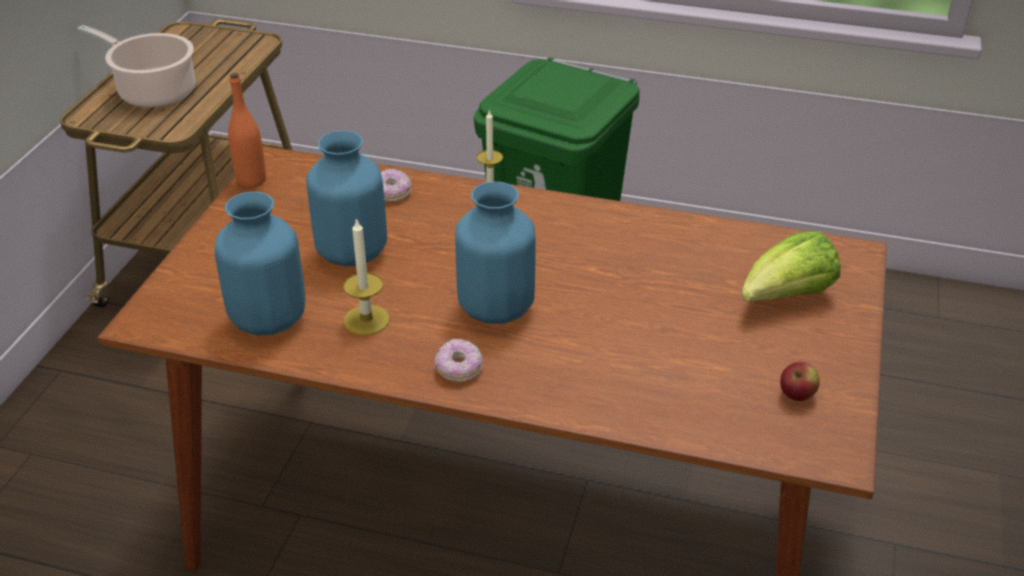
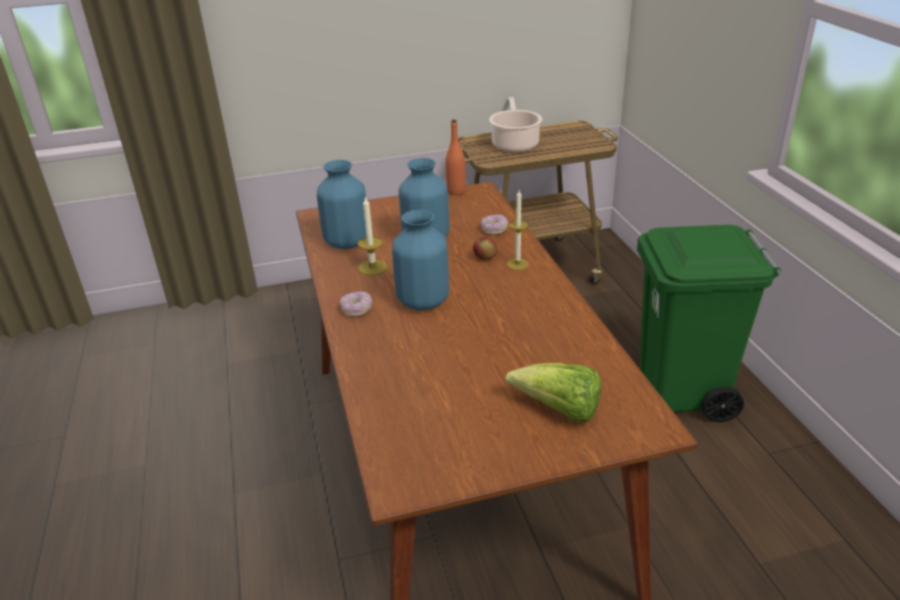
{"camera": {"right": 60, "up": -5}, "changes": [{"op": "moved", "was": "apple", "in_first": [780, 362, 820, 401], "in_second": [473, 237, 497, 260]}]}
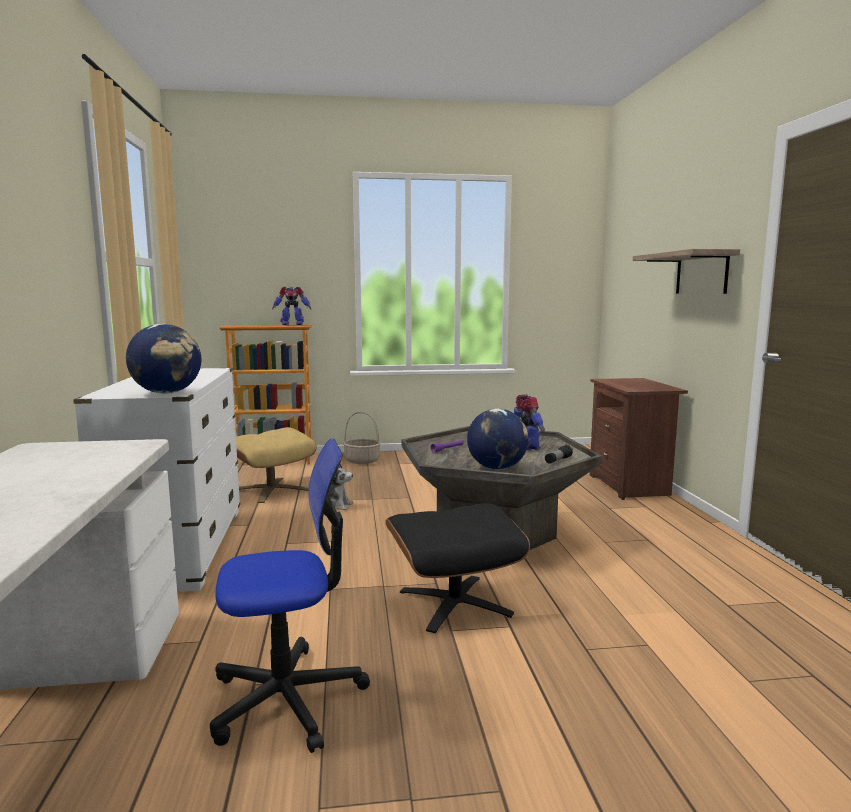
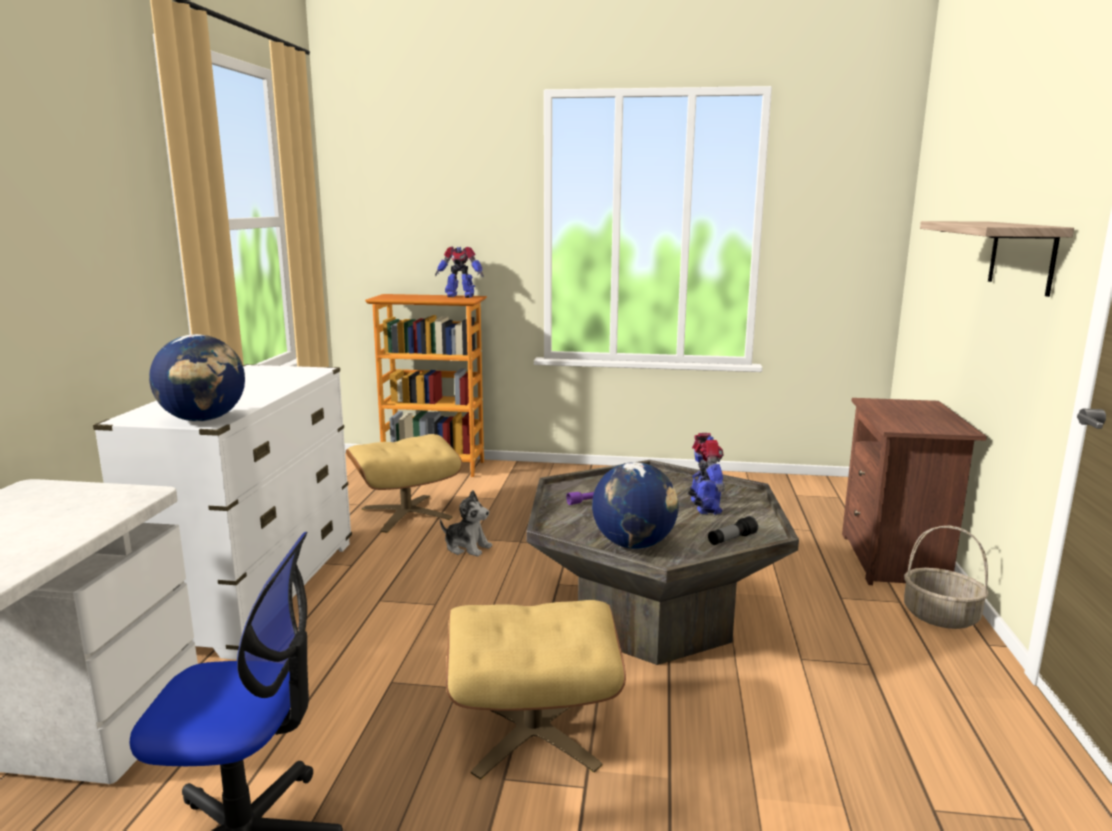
{"camera": {"right": 15, "up": 5}, "changes": [{"op": "moved", "was": "basket", "in_first": [343, 412, 381, 464], "in_second": [904, 526, 989, 629]}, {"op": "recoloured", "was": "black ottoman", "now": "beige ottoman", "in_first": [385, 503, 530, 633], "in_second": [446, 600, 626, 780]}]}
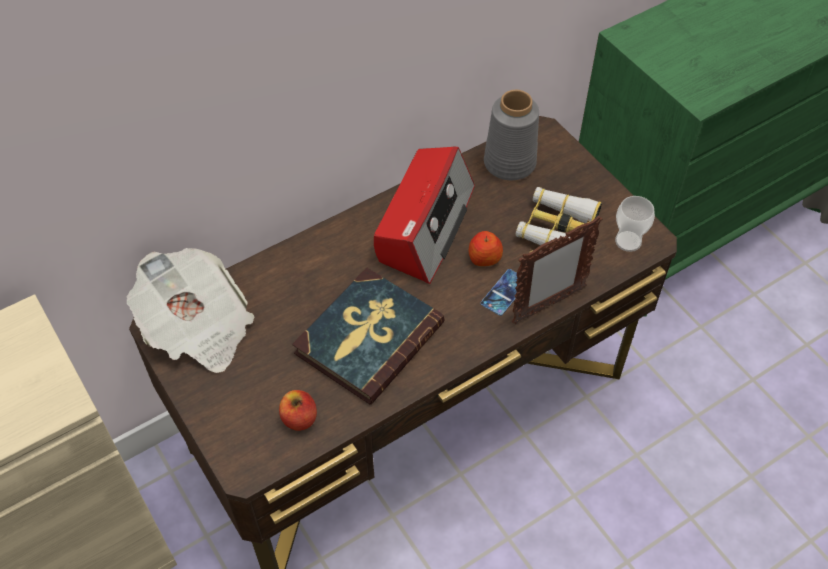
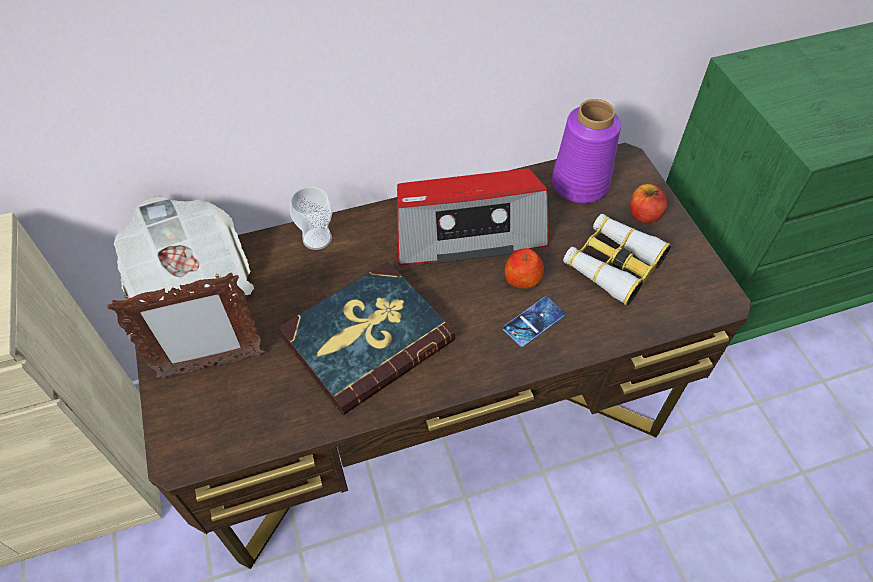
{"camera": {"right": 15, "up": 0}, "changes": [{"op": "moved", "was": "apple", "in_first": [279, 390, 317, 431], "in_second": [630, 184, 667, 223]}, {"op": "turned", "was": "radio", "in_first": [374, 146, 475, 284], "in_second": [397, 169, 549, 265], "clockwise": 45}, {"op": "recoloured", "was": "grey vase", "now": "purple vase", "in_first": [484, 90, 539, 180], "in_second": [552, 99, 621, 203]}, {"op": "moved", "was": "picture frame", "in_first": [512, 216, 602, 324], "in_second": [108, 273, 265, 379]}, {"op": "moved", "was": "cup", "in_first": [615, 196, 655, 252], "in_second": [290, 187, 333, 250]}]}
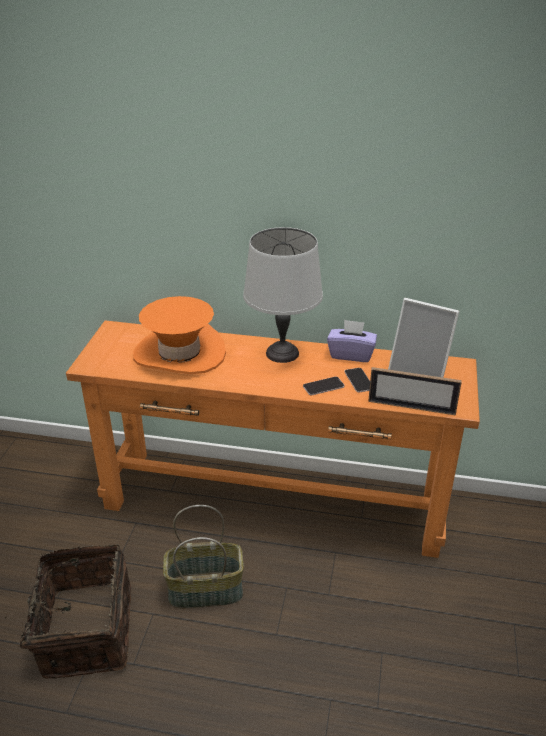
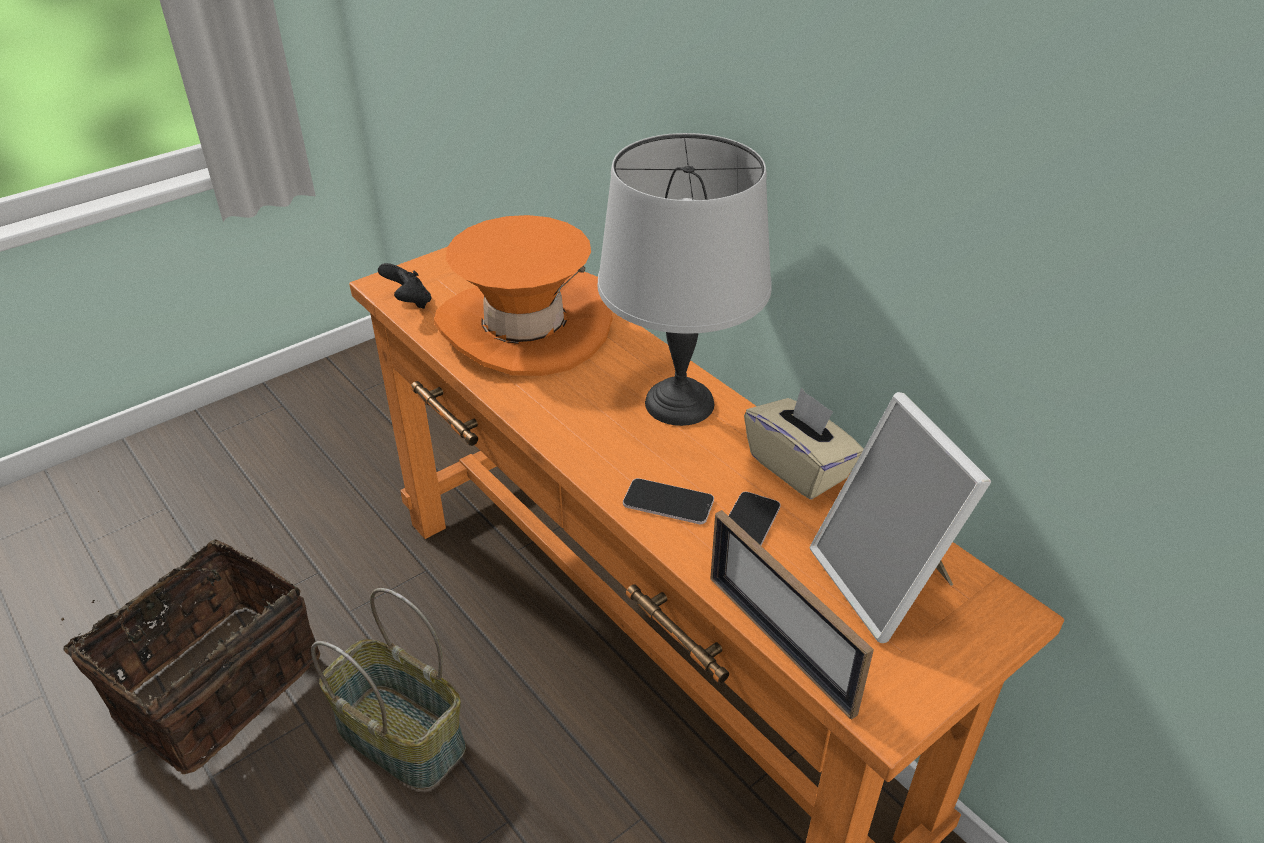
{"camera": {"right": 40, "up": 5}, "changes": [{"op": "recoloured", "was": "purple tissue box", "now": "beige tissue box", "in_first": [327, 319, 377, 362], "in_second": [744, 388, 864, 500]}, {"op": "added", "now": "black game controller", "in_second": [378, 263, 431, 309]}]}
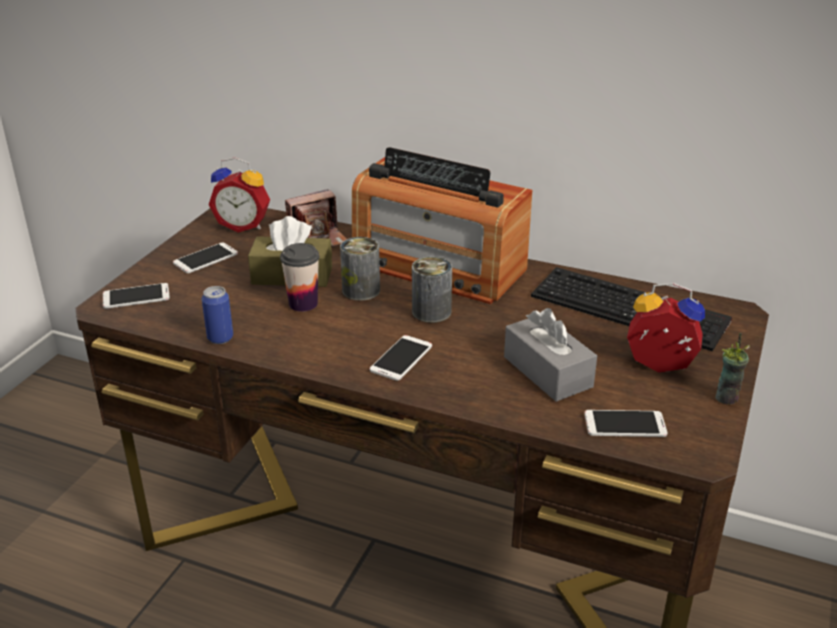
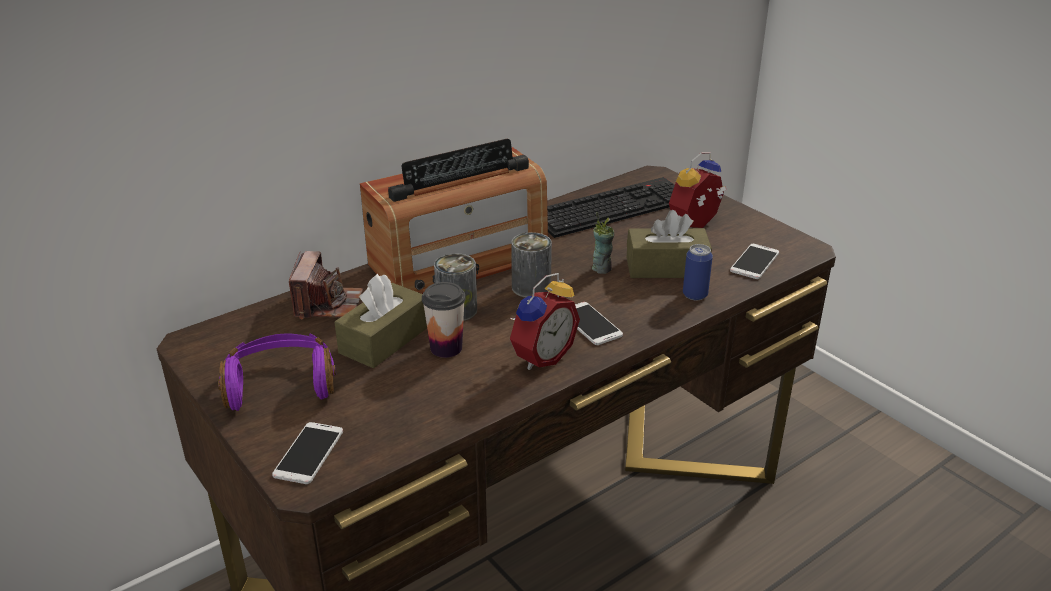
{"camera": {"right": -60, "up": 0}, "changes": [{"op": "replaced", "was": "phone", "now": "purple headphones", "in_first": [173, 243, 238, 273], "in_second": [218, 333, 336, 411]}, {"op": "moved", "was": "can", "in_first": [202, 286, 233, 344], "in_second": [683, 244, 713, 300]}, {"op": "moved", "was": "alarm clock", "in_first": [209, 157, 270, 233], "in_second": [510, 273, 580, 370]}, {"op": "recoloured", "was": "grey tissue box", "now": "brown tissue box", "in_first": [504, 308, 597, 402], "in_second": [627, 210, 712, 278]}, {"op": "moved", "was": "cup", "in_first": [715, 333, 750, 405], "in_second": [592, 212, 615, 274]}]}
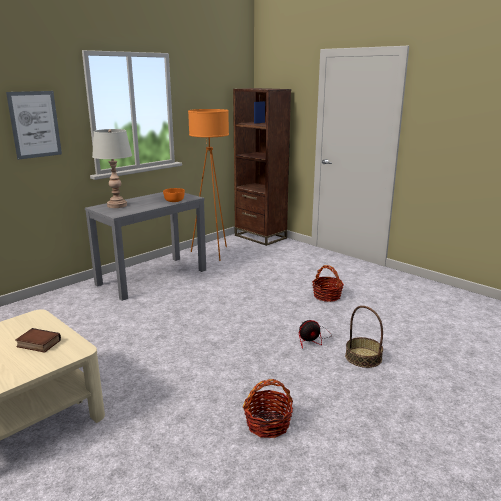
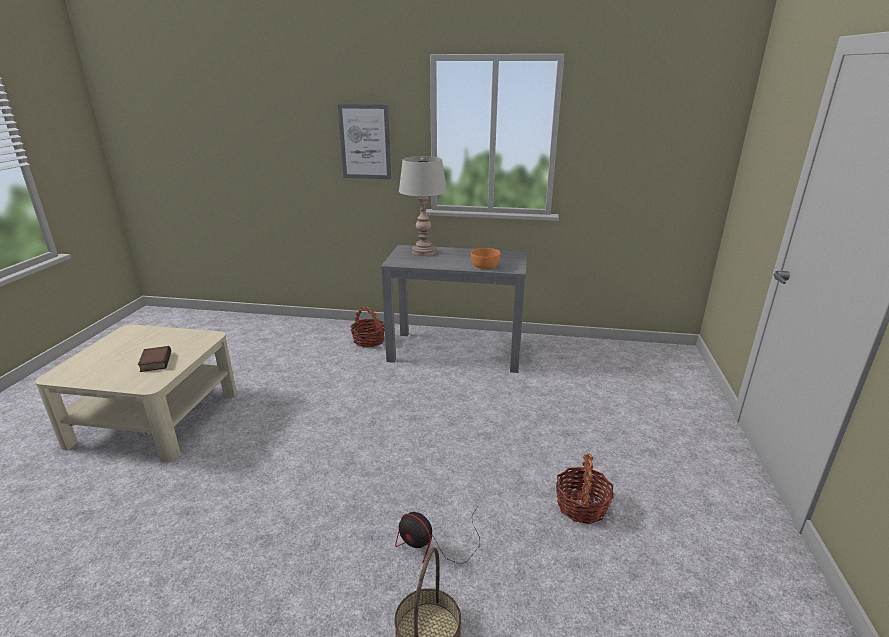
{"camera": {"right": 55, "up": 5}, "changes": [{"op": "removed", "was": "orange floor lamp", "in_first": [188, 109, 229, 261]}, {"op": "removed", "was": "brown bookcase", "in_first": [233, 88, 291, 246]}, {"op": "moved", "was": "basket", "in_first": [243, 379, 293, 438], "in_second": [351, 307, 385, 348]}]}
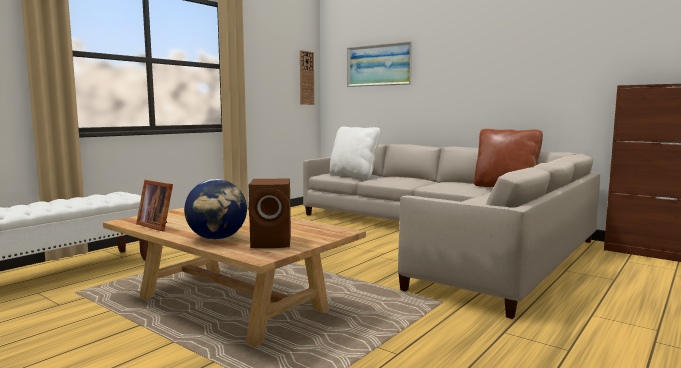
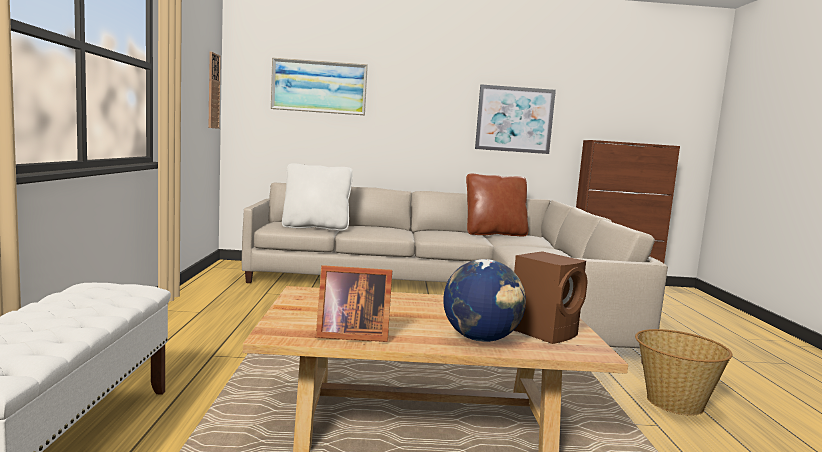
{"camera": {"right": -40, "up": 0}, "changes": [{"op": "added", "now": "picture", "in_second": [475, 85, 556, 154]}, {"op": "added", "now": "basket", "in_second": [635, 329, 732, 416]}]}
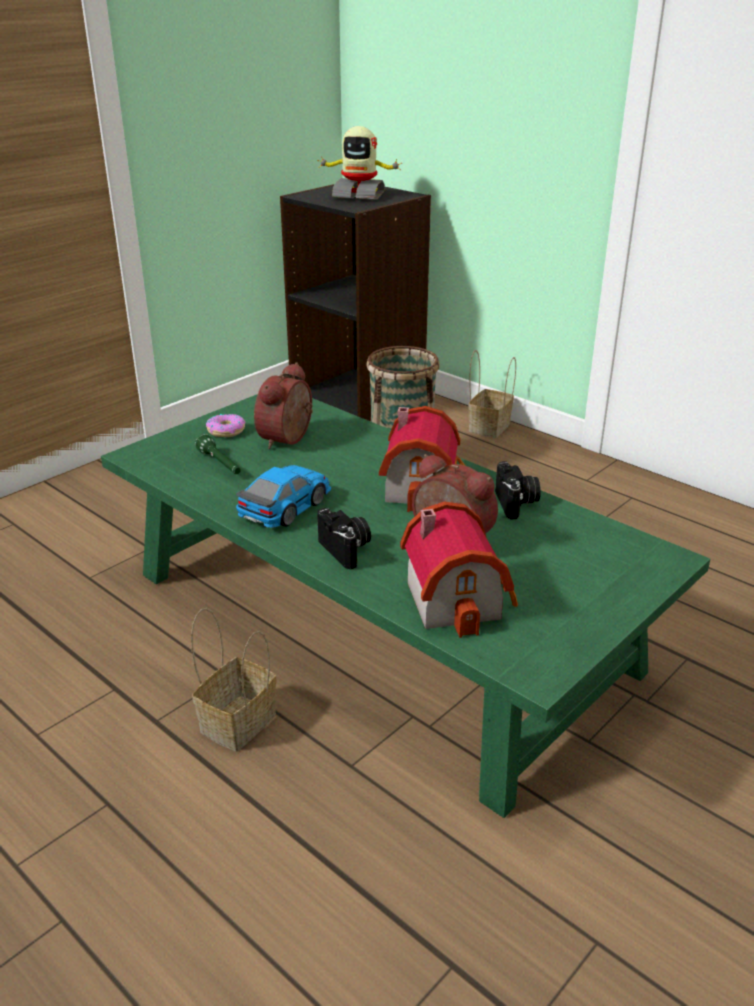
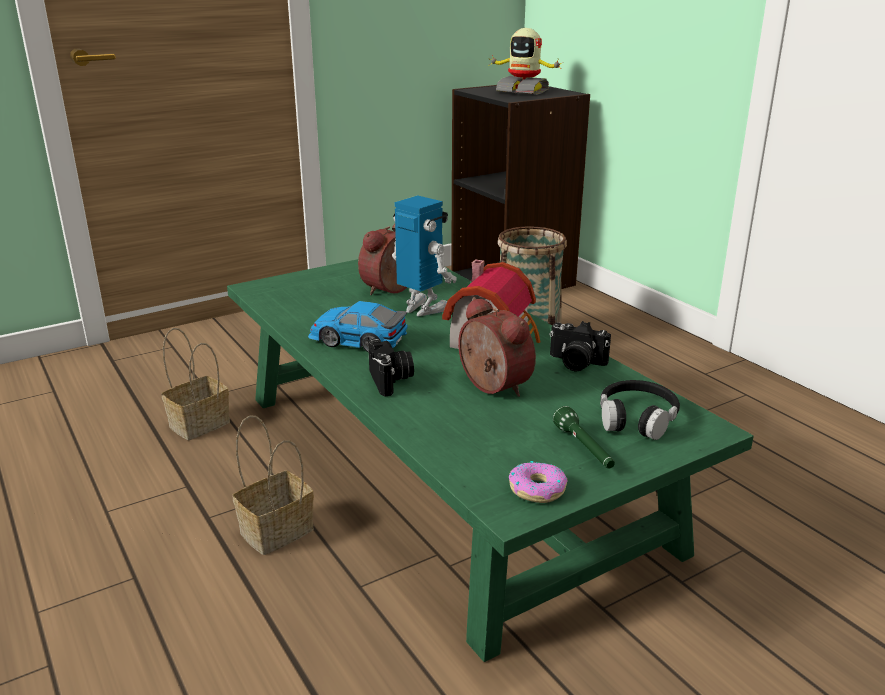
{"camera": {"right": 15, "up": -5}, "changes": [{"op": "moved", "was": "green flashlight", "in_first": [195, 434, 241, 474], "in_second": [553, 406, 615, 468]}, {"op": "moved", "was": "donut", "in_first": [206, 414, 245, 437], "in_second": [509, 461, 567, 503]}, {"op": "turned", "was": "toy car", "in_first": [236, 465, 331, 528], "in_second": [308, 301, 408, 352], "clockwise": -120}, {"op": "removed", "was": "toy house", "in_first": [400, 501, 518, 638]}, {"op": "moved", "was": "basket", "in_first": [468, 350, 516, 438], "in_second": [161, 328, 230, 440]}, {"op": "turned", "was": "photo camera", "in_first": [495, 461, 541, 519], "in_second": [549, 321, 611, 371], "clockwise": 105}, {"op": "added", "now": "toy robot", "in_second": [392, 195, 457, 316]}, {"op": "added", "now": "black headphones", "in_second": [600, 380, 680, 440]}]}
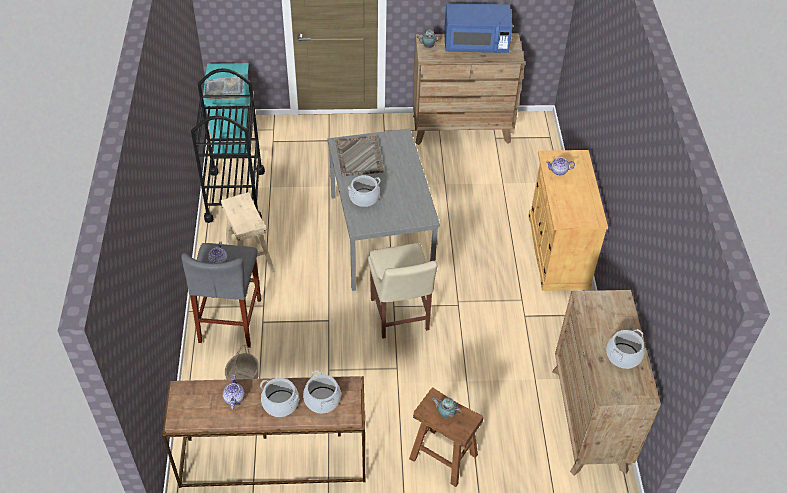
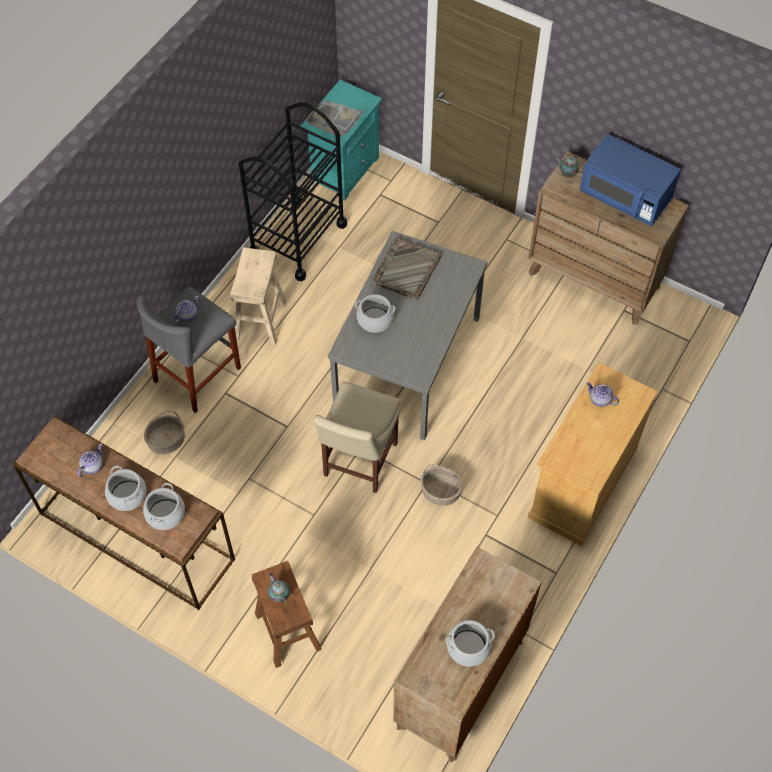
{"camera": {"right": 35, "up": 10}, "changes": [{"op": "added", "now": "basket", "in_second": [420, 464, 463, 506]}]}
